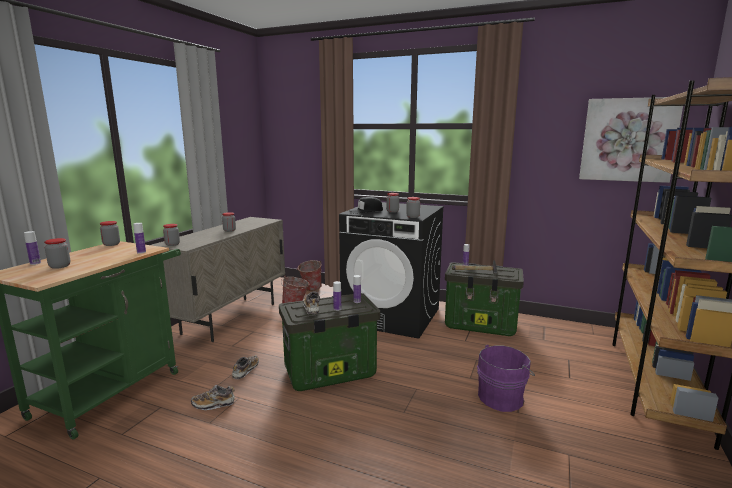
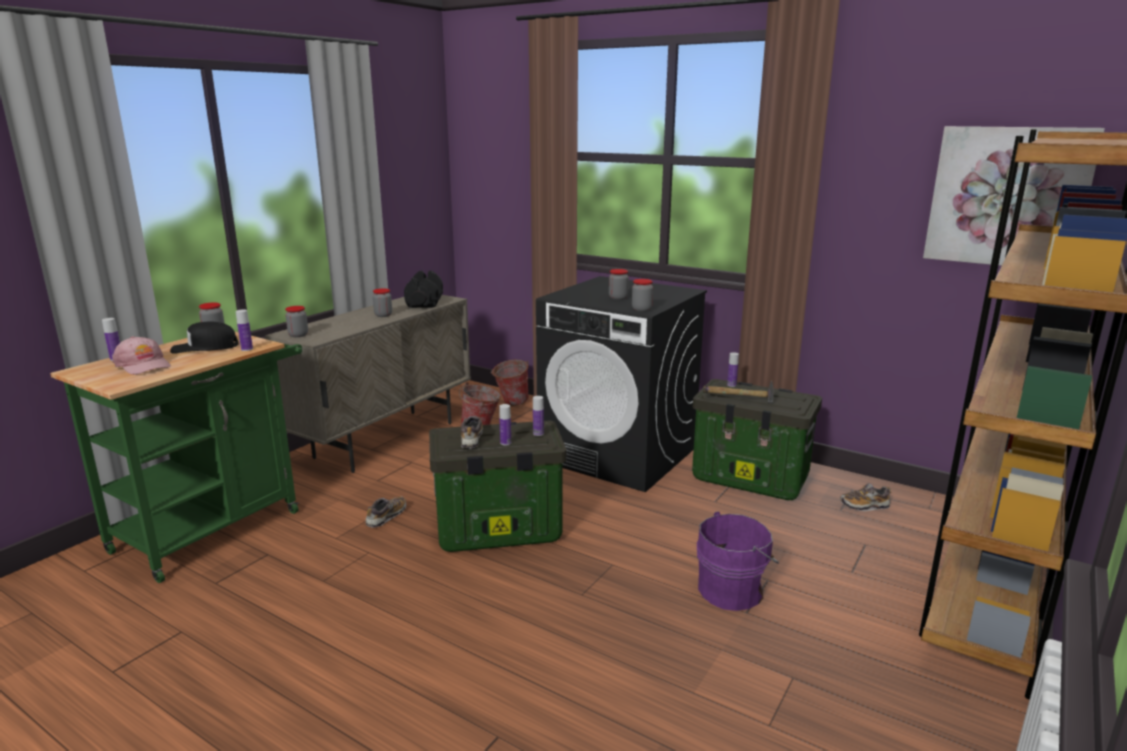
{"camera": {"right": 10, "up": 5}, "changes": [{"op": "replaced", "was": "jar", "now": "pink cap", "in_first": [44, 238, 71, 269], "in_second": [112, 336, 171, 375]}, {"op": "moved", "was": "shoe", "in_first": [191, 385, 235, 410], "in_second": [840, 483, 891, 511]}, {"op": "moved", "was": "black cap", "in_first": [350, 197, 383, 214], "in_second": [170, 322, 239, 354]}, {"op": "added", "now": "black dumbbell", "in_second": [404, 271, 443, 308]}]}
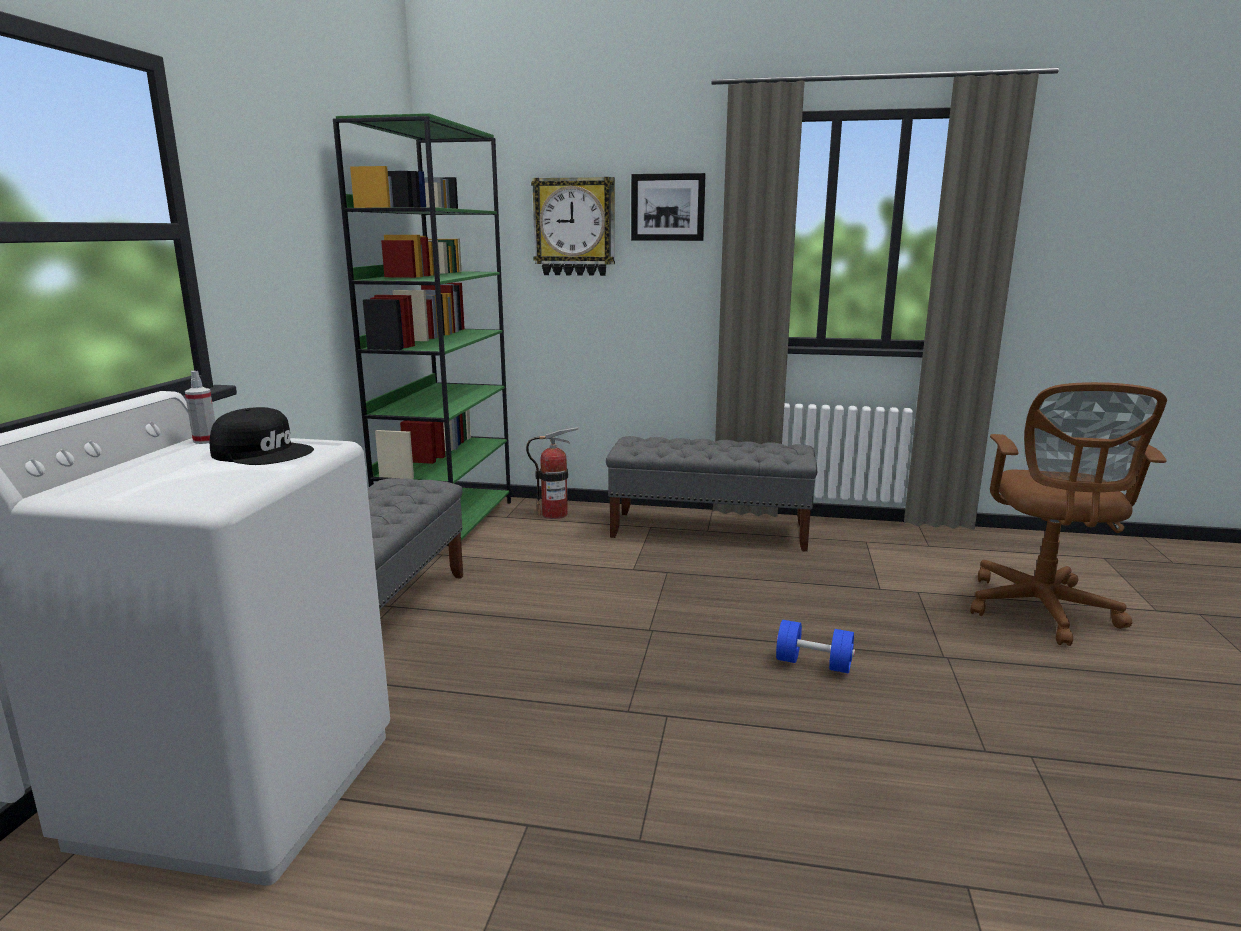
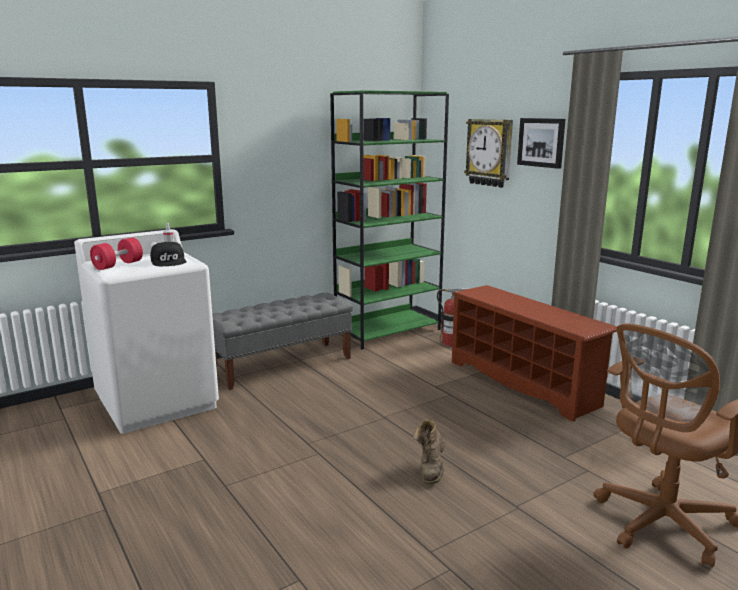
{"camera": {"right": 45, "up": 0}, "changes": [{"op": "replaced", "was": "grey bench", "now": "brown shoe rack", "in_first": [606, 436, 817, 552], "in_second": [452, 285, 617, 422]}, {"op": "replaced", "was": "blue dumbbell", "now": "brown boot", "in_first": [776, 620, 855, 674], "in_second": [413, 419, 445, 484]}, {"op": "added", "now": "red dumbbell", "in_second": [90, 238, 143, 270]}]}
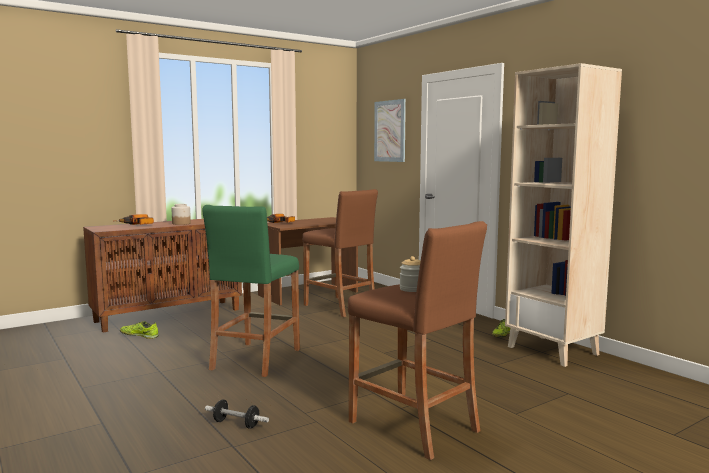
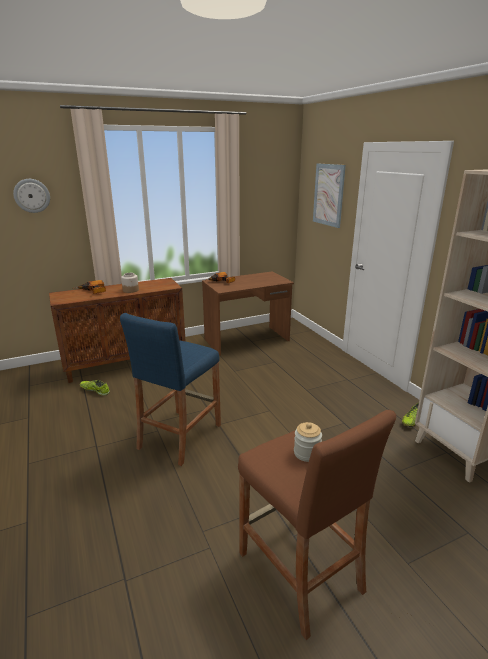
{"camera": {"right": 10, "up": 15}, "changes": [{"op": "recoloured", "was": "green stool", "now": "blue stool", "in_first": [202, 205, 300, 377], "in_second": [120, 313, 221, 466]}, {"op": "removed", "was": "dumbbell", "in_first": [205, 399, 269, 429]}, {"op": "removed", "was": "brown stool", "in_first": [303, 189, 378, 317]}, {"op": "added", "now": "wall clock", "in_second": [13, 179, 50, 213]}]}
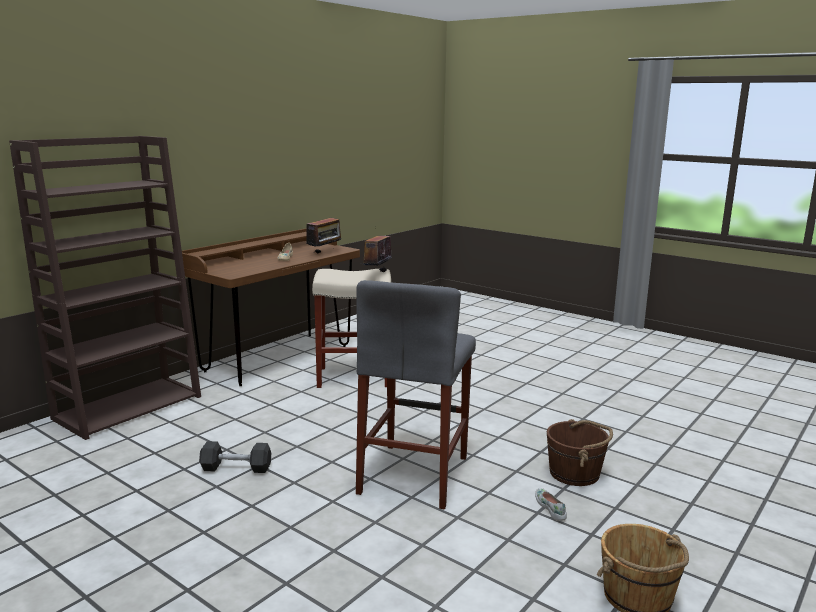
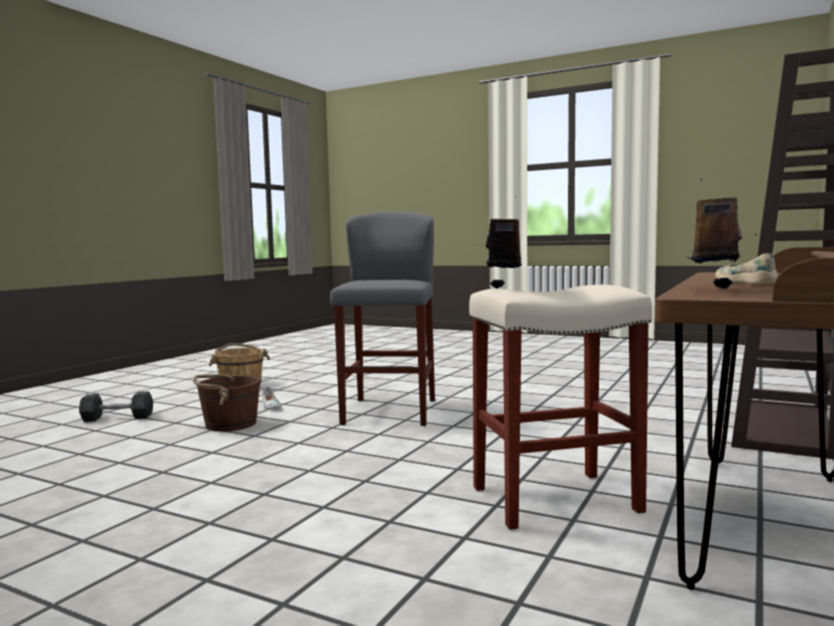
{"camera": {"right": 170, "up": -10}, "changes": [{"op": "moved", "was": "grey dumbbell", "in_first": [199, 441, 271, 473], "in_second": [79, 391, 153, 422]}]}
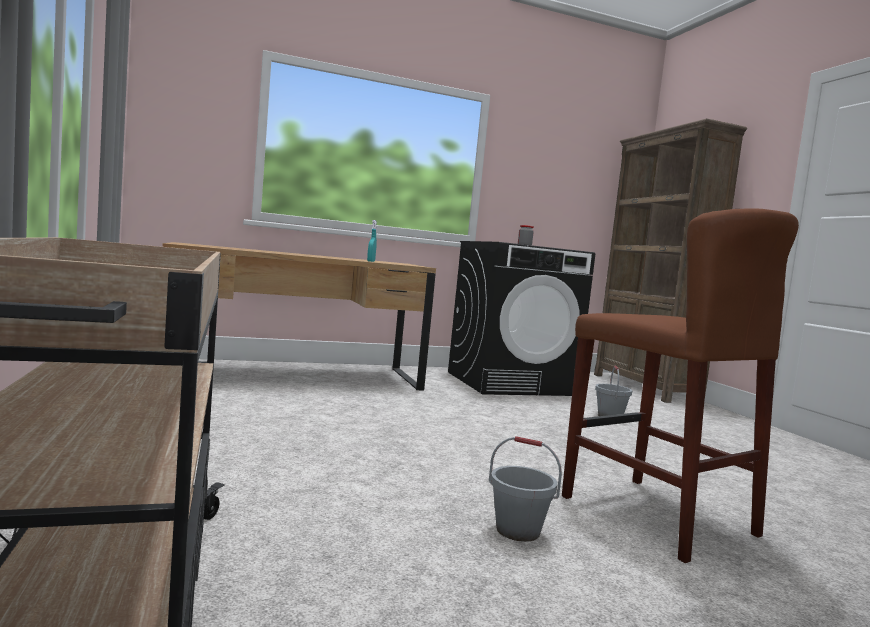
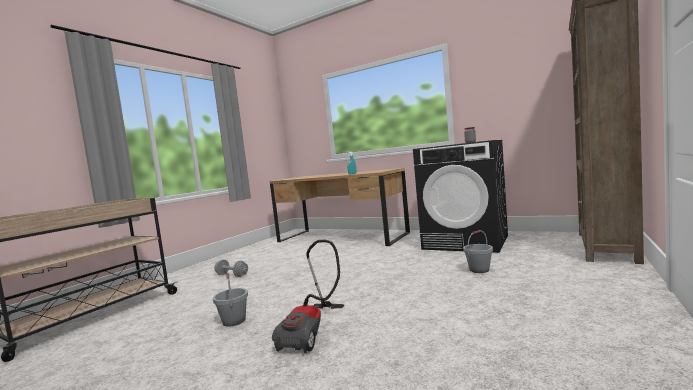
{"camera": {"right": 50, "up": 0}, "changes": [{"op": "replaced", "was": "brown stool", "now": "vacuum cleaner", "in_first": [562, 208, 799, 563], "in_second": [272, 240, 344, 353]}, {"op": "added", "now": "grey dumbbell", "in_second": [214, 260, 248, 277]}]}
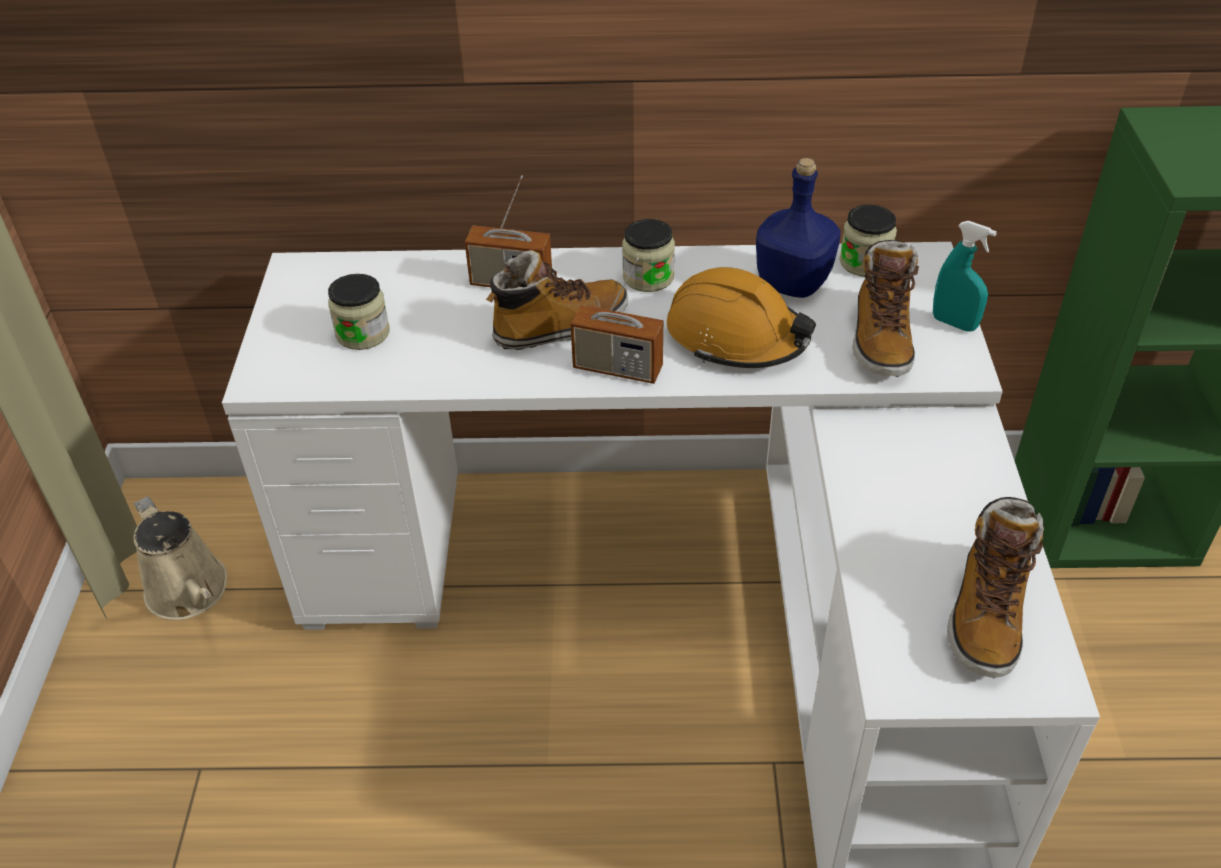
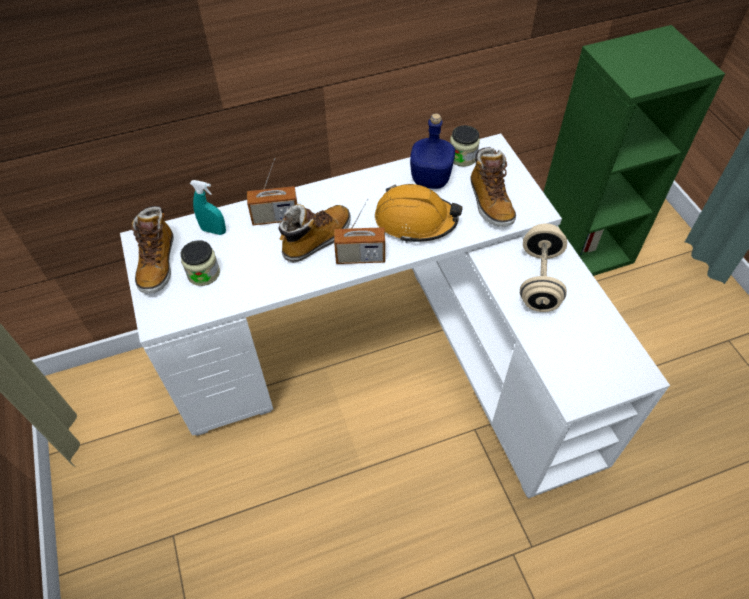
{"camera": {"right": -20, "up": 10}, "changes": [{"op": "removed", "was": "beige watering can", "in_first": [134, 496, 227, 620]}, {"op": "removed", "was": "jar", "in_first": [622, 219, 675, 292]}, {"op": "moved", "was": "turquoise spray bottle", "in_first": [933, 221, 997, 332], "in_second": [190, 180, 226, 235]}, {"op": "moved", "was": "boot", "in_first": [947, 497, 1044, 678], "in_second": [131, 206, 174, 294]}, {"op": "added", "now": "beige dumbbell", "in_second": [520, 223, 567, 312]}]}
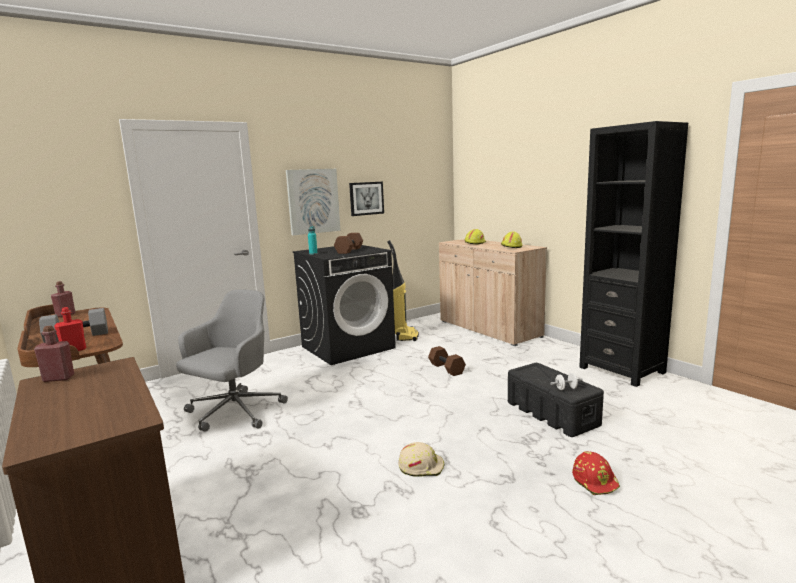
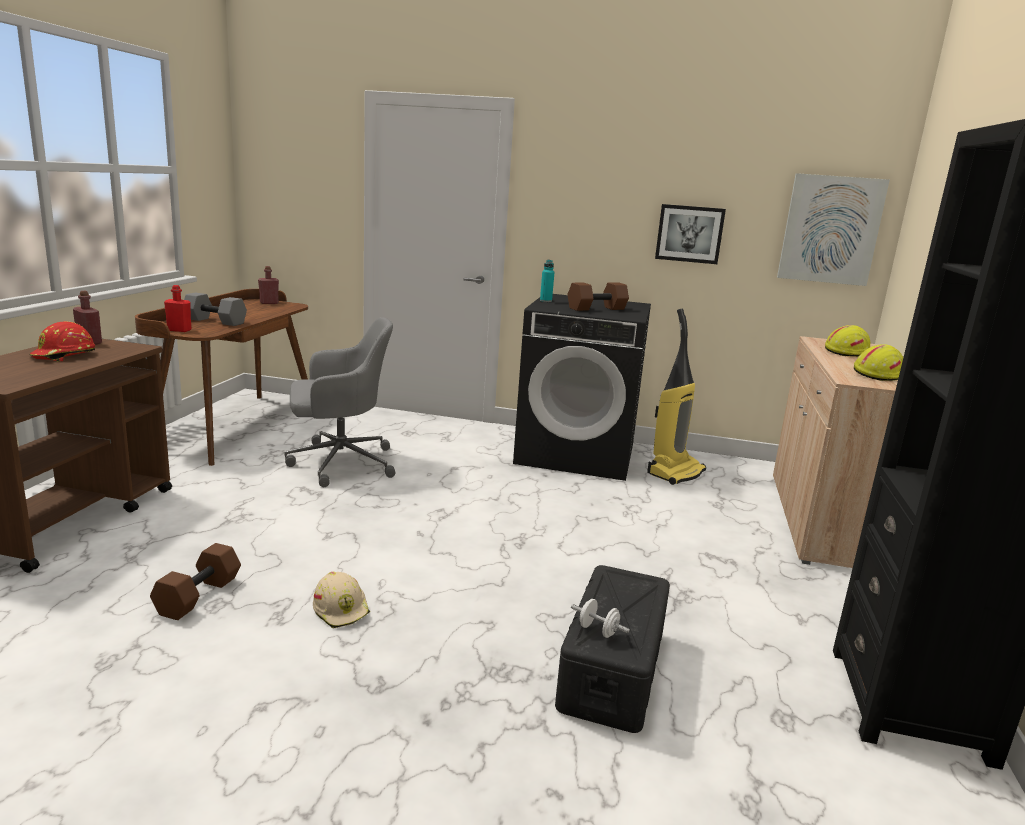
{"camera": {"right": 45, "up": 5}, "changes": [{"op": "moved", "was": "picture", "in_first": [286, 169, 340, 235], "in_second": [777, 173, 890, 286]}, {"op": "moved", "was": "brown dumbbell", "in_first": [428, 346, 466, 376], "in_second": [150, 543, 241, 620]}, {"op": "moved", "was": "red hard hat", "in_first": [572, 451, 620, 495], "in_second": [30, 321, 95, 361]}]}
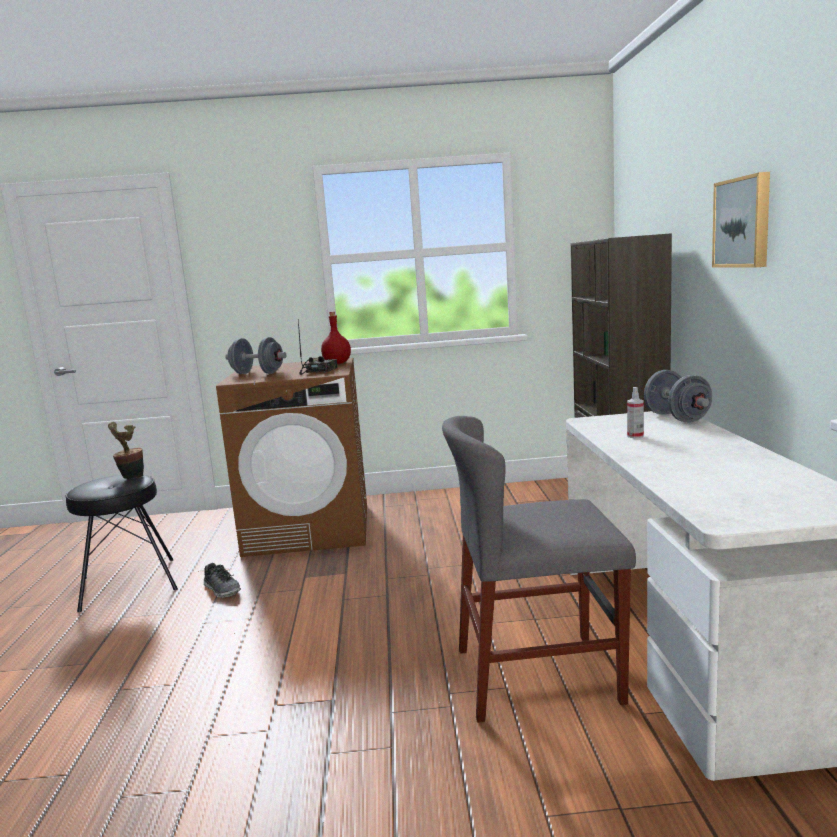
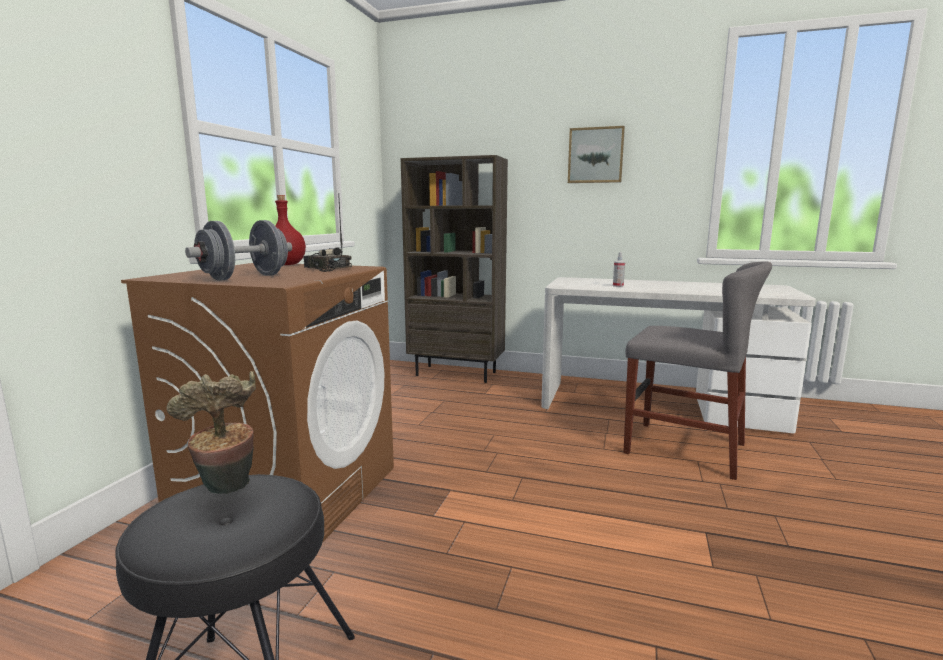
{"camera": {"right": -70, "up": 0}, "changes": [{"op": "removed", "was": "shoe", "in_first": [203, 563, 241, 598]}, {"op": "turned", "was": "grey chair", "in_first": [442, 416, 636, 723], "in_second": [623, 261, 772, 480], "clockwise": -75}, {"op": "removed", "was": "grey dumbbell", "in_first": [644, 370, 712, 423]}]}
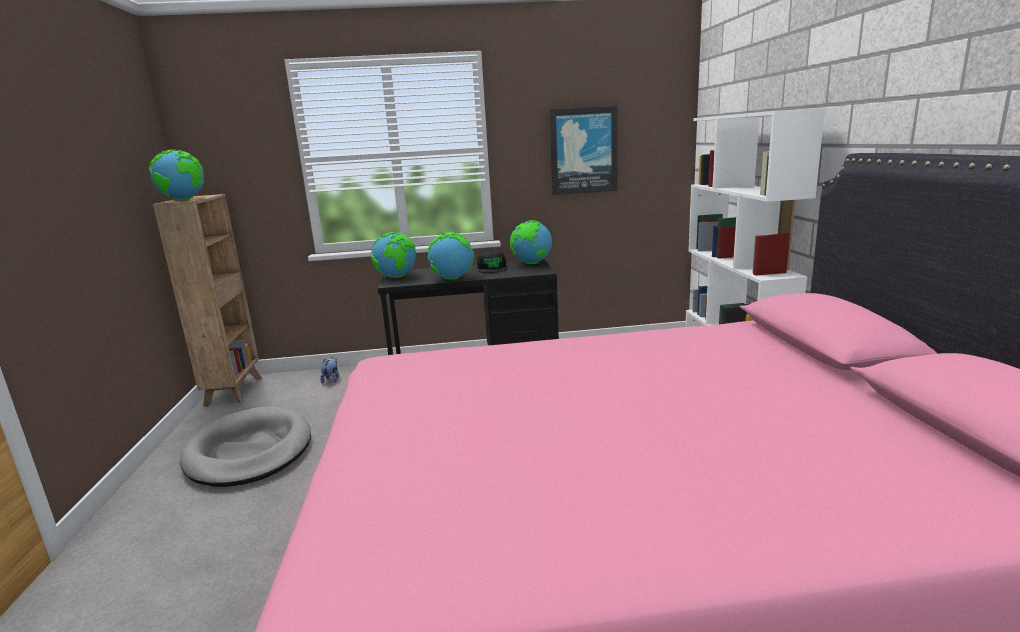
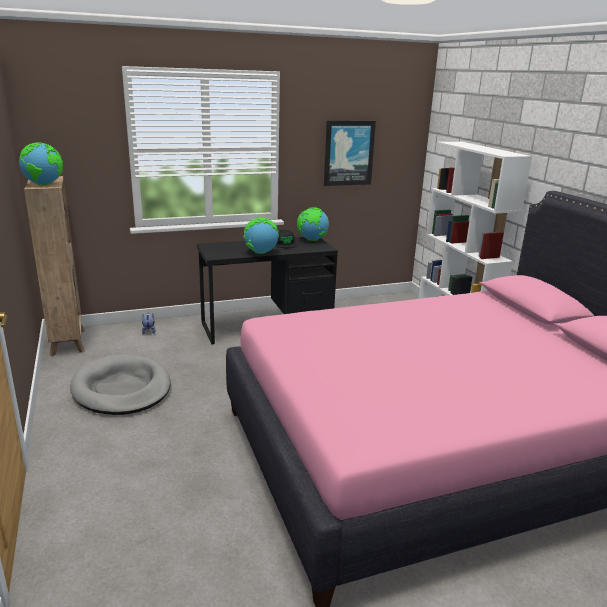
{"camera": {"right": -15, "up": 5}, "changes": [{"op": "removed", "was": "globe", "in_first": [371, 232, 417, 278]}]}
